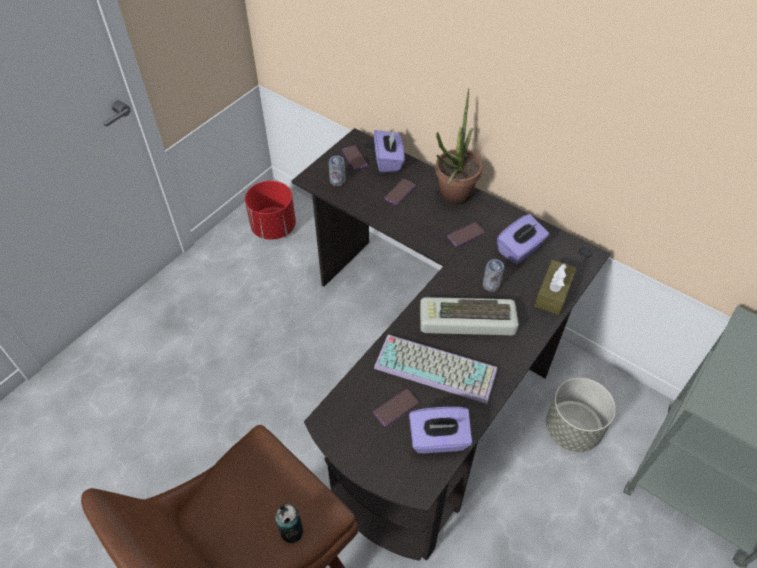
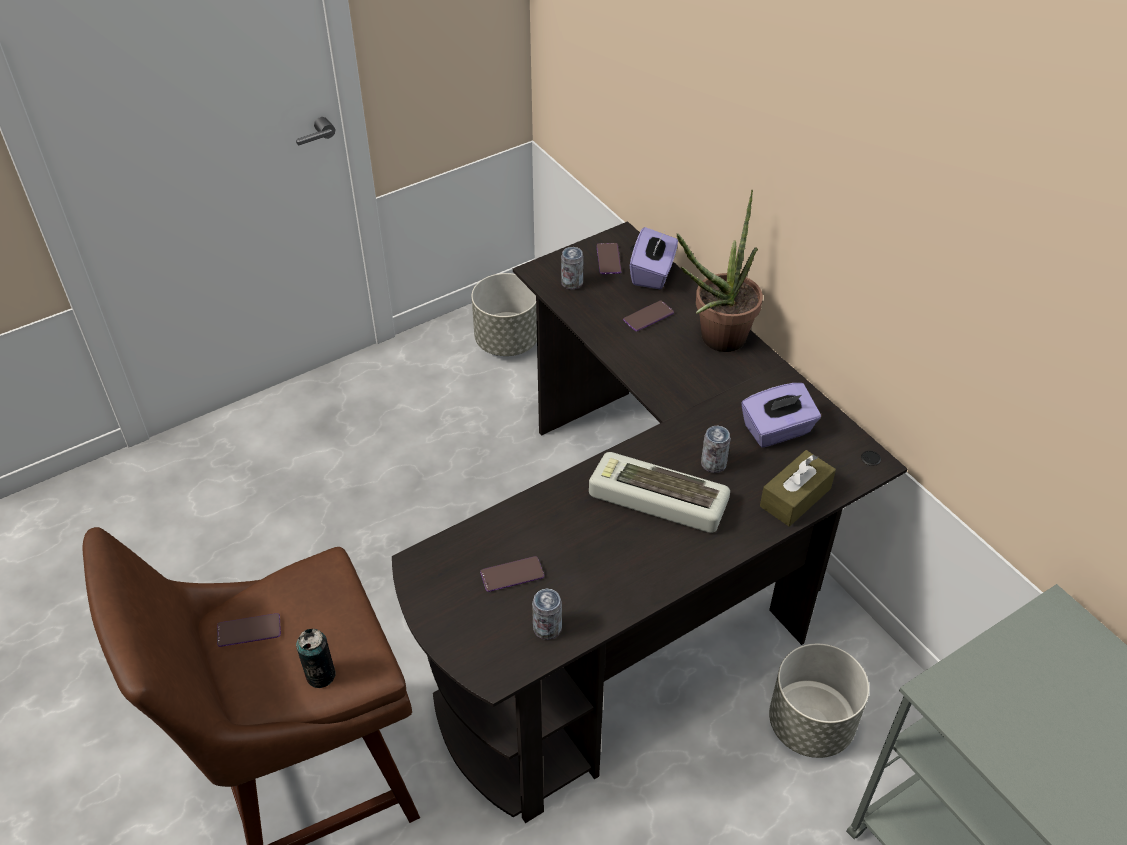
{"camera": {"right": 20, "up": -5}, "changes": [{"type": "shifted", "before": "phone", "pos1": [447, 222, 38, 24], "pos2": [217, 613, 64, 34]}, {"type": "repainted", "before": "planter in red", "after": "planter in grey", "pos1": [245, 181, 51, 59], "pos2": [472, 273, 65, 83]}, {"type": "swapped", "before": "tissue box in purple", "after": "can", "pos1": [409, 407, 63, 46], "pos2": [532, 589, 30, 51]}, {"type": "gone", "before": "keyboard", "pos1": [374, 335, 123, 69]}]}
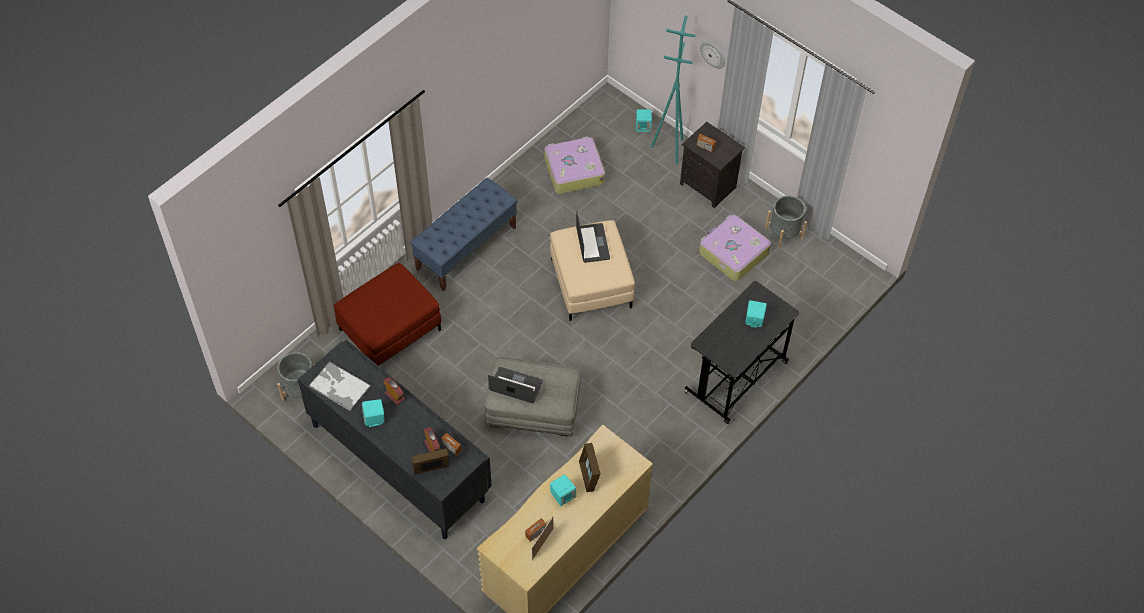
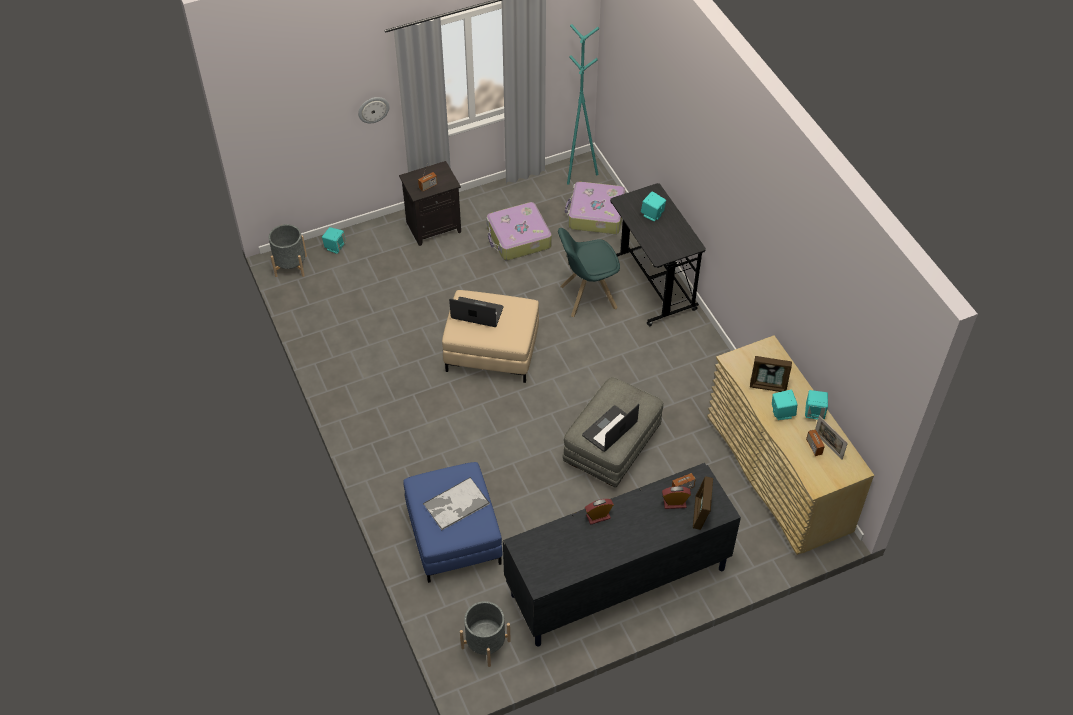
{"camera": {"right": -65, "up": -5}, "changes": [{"type": "shifted", "before": "planter in grey", "pos1": [765, 195, 42, 54], "pos2": [269, 224, 38, 53]}, {"type": "repainted", "before": "ottoman in red", "after": "ottoman in blue", "pos1": [334, 263, 107, 103], "pos2": [403, 462, 99, 121]}, {"type": "shifted", "before": "tray", "pos1": [308, 361, 63, 50], "pos2": [423, 477, 67, 54]}, {"type": "new", "after": "chair in turquoise", "pos2": [558, 228, 62, 89]}, {"type": "shifted", "before": "suitcase", "pos1": [544, 136, 61, 58], "pos2": [565, 182, 60, 52]}, {"type": "shifted", "before": "clothes rack in turquoise", "pos1": [651, 15, 45, 150], "pos2": [567, 24, 32, 161]}, {"type": "shifted", "before": "speaker in turquoise", "pos1": [362, 399, 22, 28], "pos2": [805, 390, 23, 29]}, {"type": "gone", "before": "bench in blue", "pos1": [410, 178, 108, 113]}]}
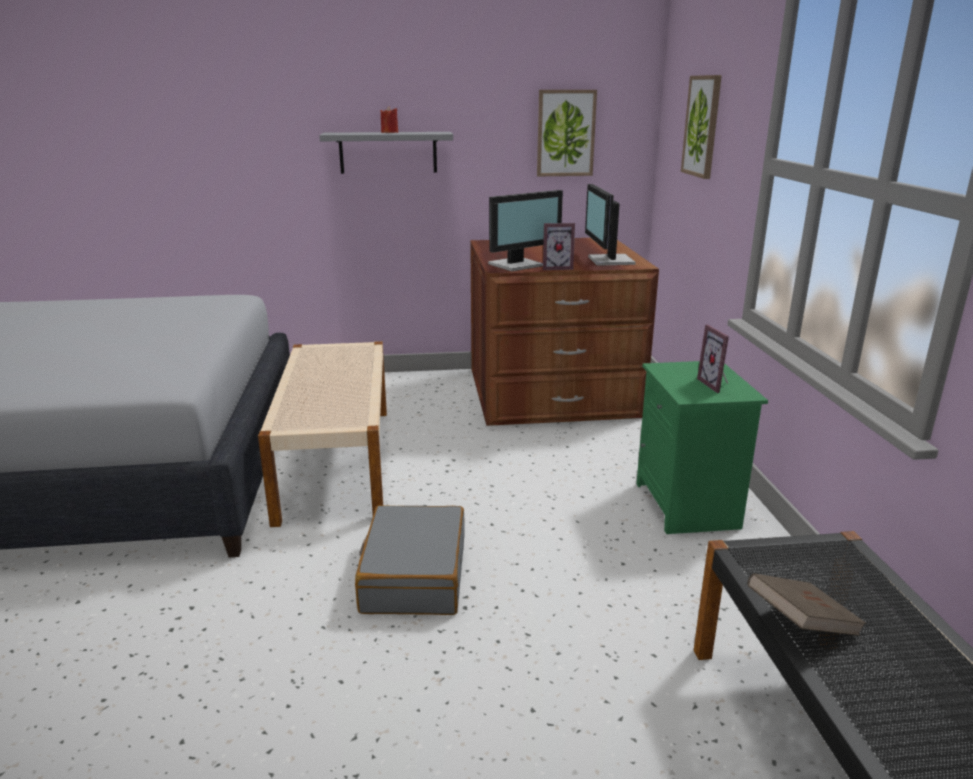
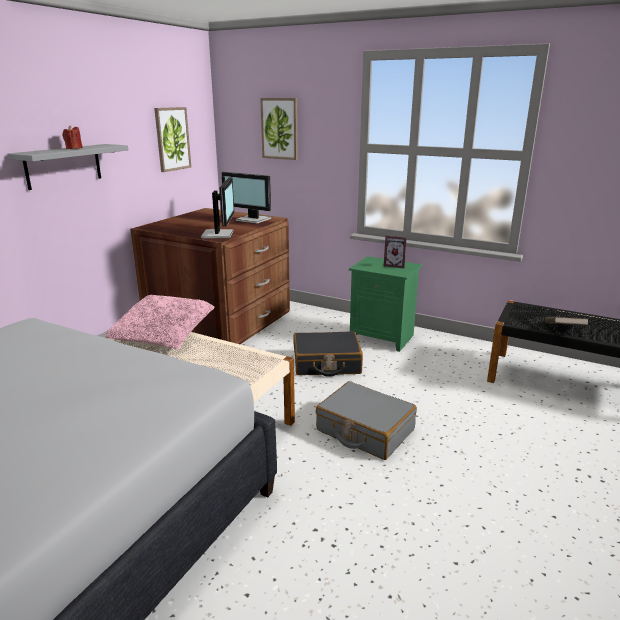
{"camera": {"right": -55, "up": 0}, "changes": [{"type": "new", "after": "pillow in pink", "pos2": [105, 295, 110, 55]}, {"type": "new", "after": "suitcase in black", "pos2": [294, 331, 69, 46]}, {"type": "gone", "before": "picture frame", "pos1": [543, 223, 32, 47]}]}
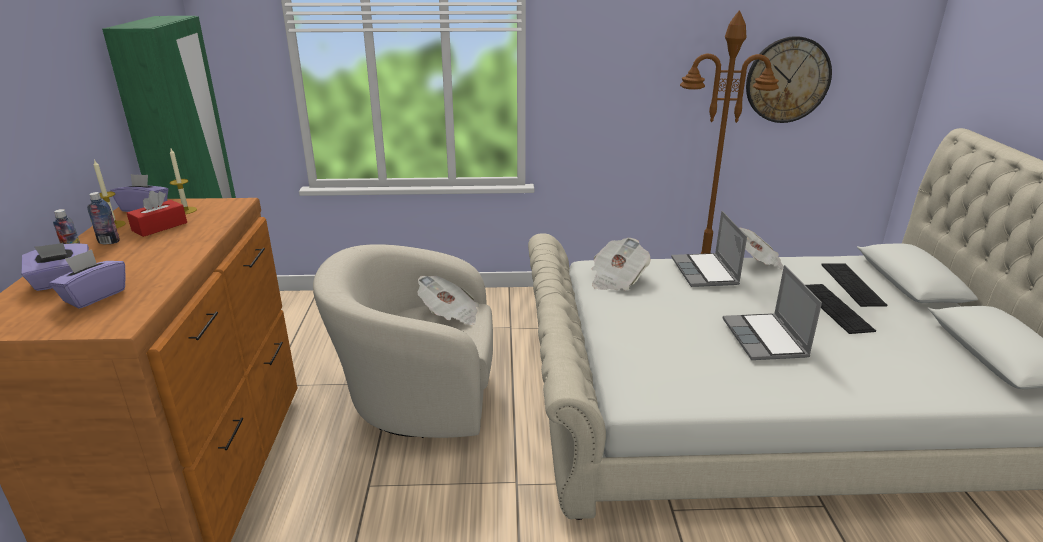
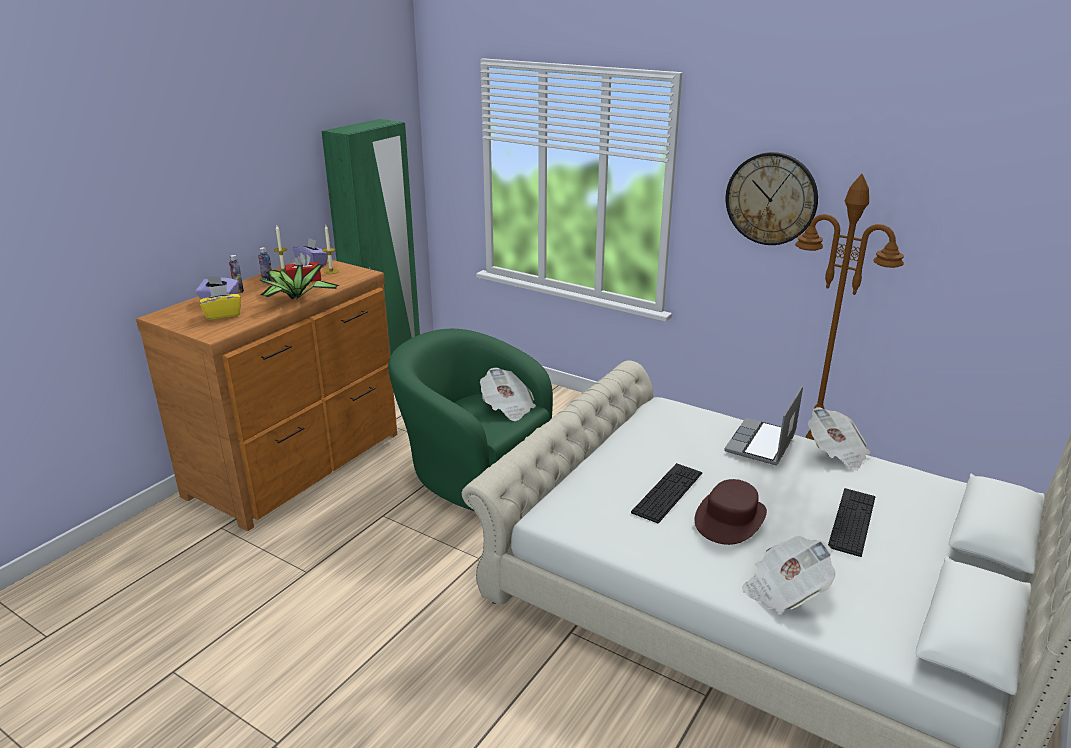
{"camera": {"right": 35, "up": 0}, "changes": [{"type": "repainted", "before": "tissue box in purple", "after": "tissue box in yellow", "pos1": [49, 249, 77, 60], "pos2": [200, 285, 41, 35]}, {"type": "new", "after": "potted plant", "pos2": [260, 264, 79, 35]}, {"type": "repainted", "before": "armchair in beige", "after": "armchair in green", "pos1": [313, 244, 180, 194], "pos2": [388, 329, 165, 182]}, {"type": "shifted", "before": "keyboard", "pos1": [821, 263, 67, 44], "pos2": [631, 463, 71, 60]}, {"type": "swapped", "before": "laptop", "after": "hat in brown", "pos1": [723, 265, 99, 95], "pos2": [695, 479, 72, 66]}, {"type": "shifted", "before": "wall clock", "pos1": [746, 36, 86, 87], "pos2": [726, 152, 92, 93]}, {"type": "shifted", "before": "newspaper", "pos1": [592, 238, 59, 53], "pos2": [742, 536, 94, 78]}]}
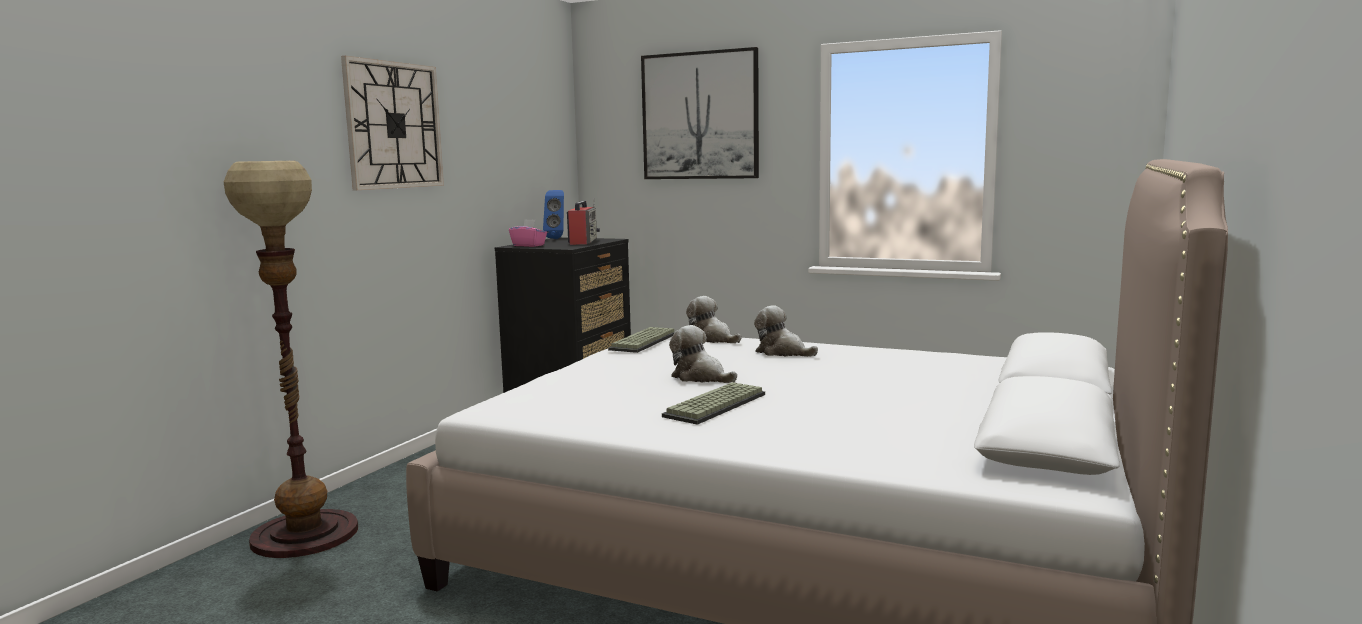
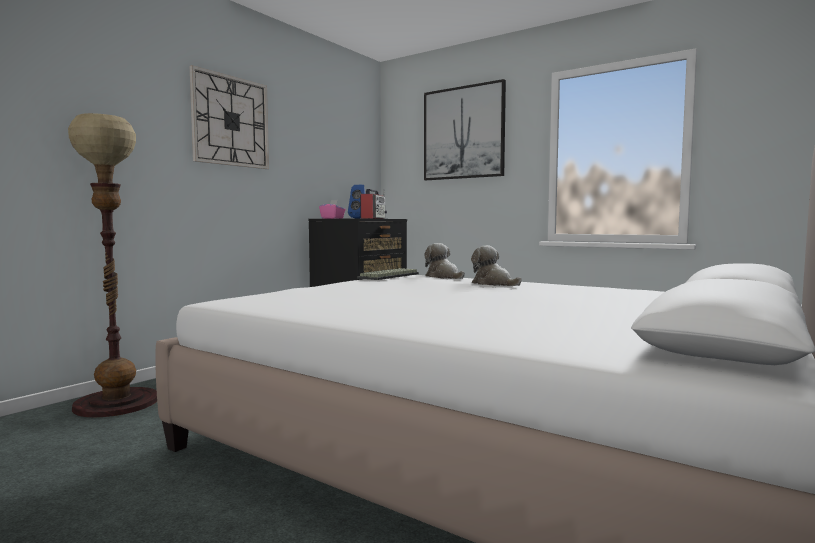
{"camera": {"right": 10, "up": -5}, "changes": [{"type": "gone", "before": "keyboard", "pos1": [662, 382, 103, 43]}, {"type": "gone", "before": "plush toy", "pos1": [669, 325, 68, 58]}]}
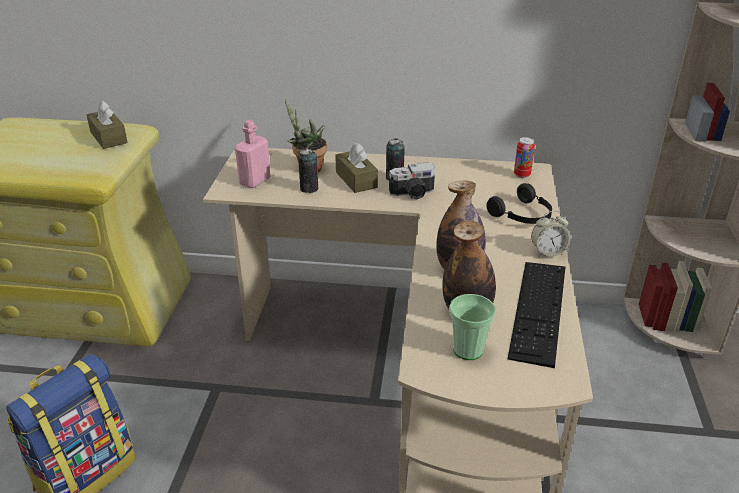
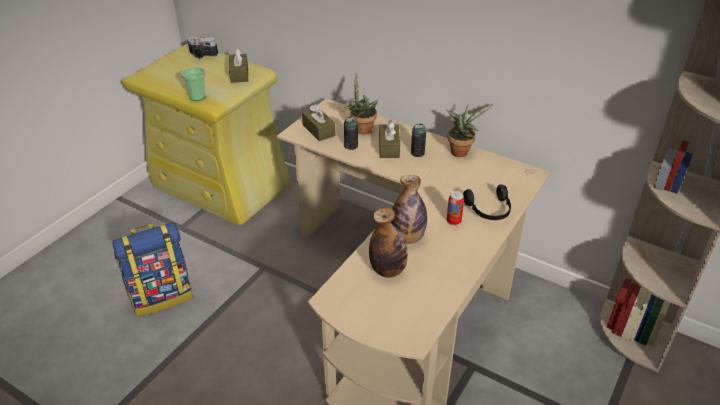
{"camera": {"right": 25, "up": 5}, "changes": [{"type": "shifted", "before": "cup", "pos1": [449, 294, 47, 66], "pos2": [181, 67, 24, 34]}, {"type": "shifted", "before": "photo camera", "pos1": [389, 162, 46, 38], "pos2": [188, 36, 30, 23]}, {"type": "swapped", "before": "bottle in pink", "after": "tissue box in brown", "pos1": [235, 120, 35, 68], "pos2": [302, 104, 34, 37]}, {"type": "new", "after": "potted plant", "pos2": [446, 104, 48, 53]}, {"type": "shifted", "before": "can", "pos1": [514, 137, 21, 41], "pos2": [447, 191, 17, 34]}, {"type": "gone", "before": "keyboard", "pos1": [508, 262, 57, 106]}, {"type": "gone", "before": "alarm clock", "pos1": [531, 211, 40, 46]}]}
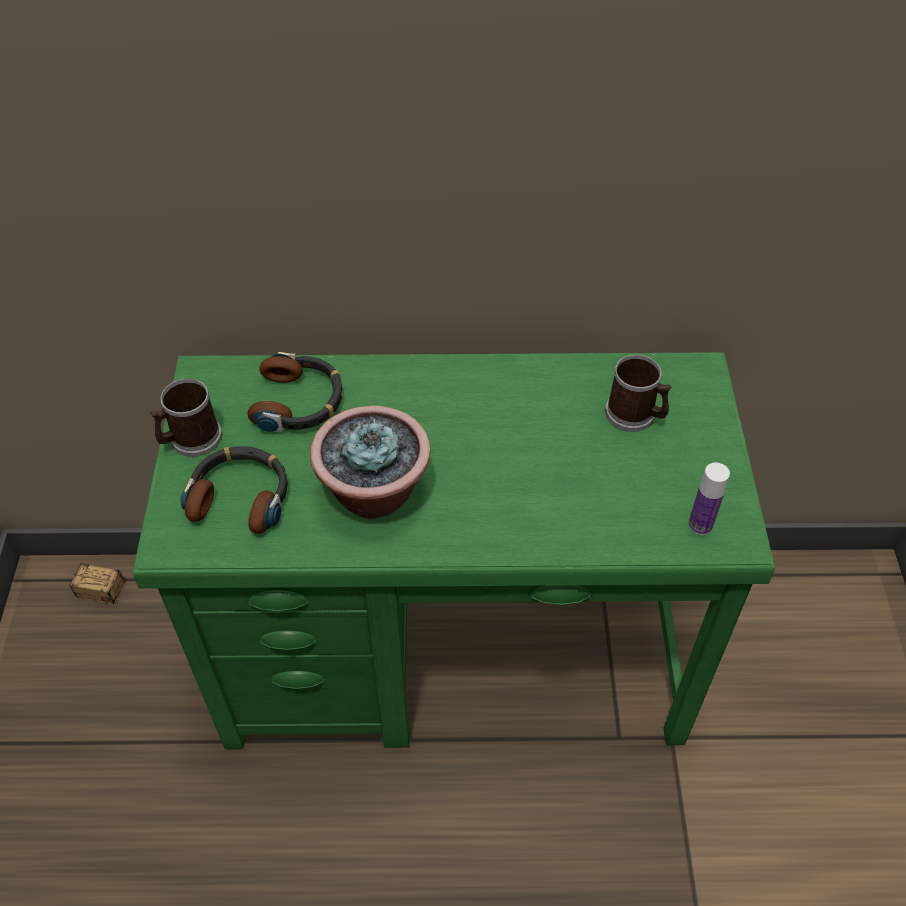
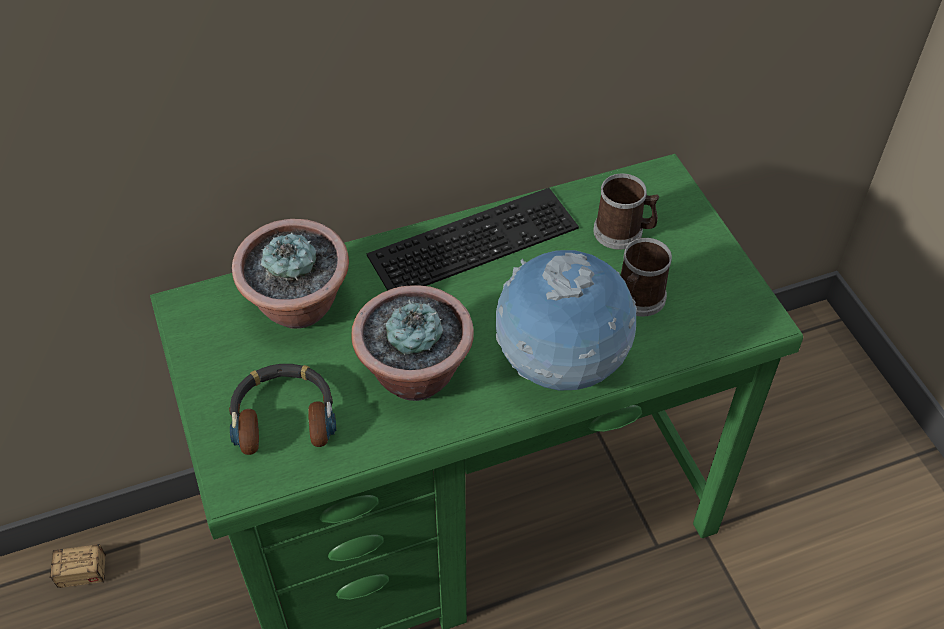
{"camera": {"right": -20, "up": 0}, "changes": [{"type": "swapped", "before": "headphones", "after": "potted plant", "pos1": [247, 352, 96, 80], "pos2": [232, 219, 117, 110]}, {"type": "new", "after": "keyboard", "pos2": [367, 188, 212, 103]}, {"type": "new", "after": "globe", "pos2": [496, 250, 141, 140]}, {"type": "shifted", "before": "mug", "pos1": [150, 378, 72, 79], "pos2": [620, 238, 52, 79]}, {"type": "gone", "before": "bottle", "pos1": [688, 463, 42, 72]}]}
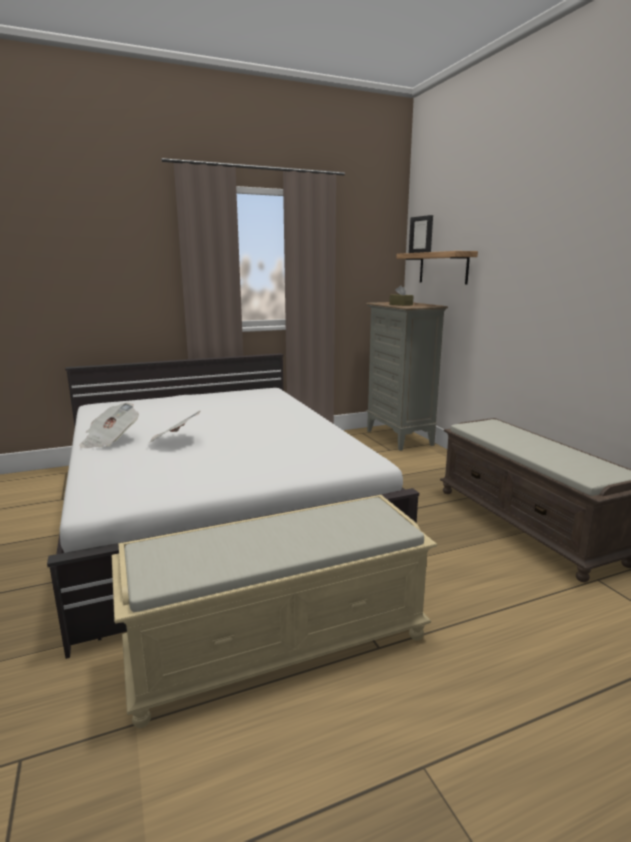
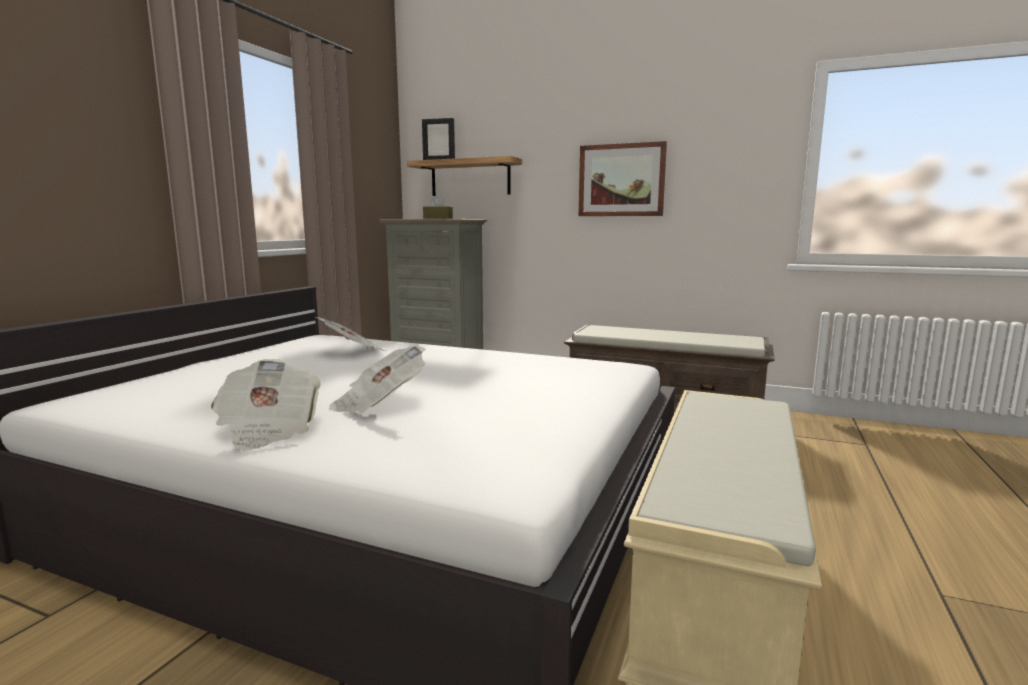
{"camera": {"right": -45, "up": -5}, "changes": [{"type": "new", "after": "newspaper", "pos2": [316, 317, 70, 34]}, {"type": "new", "after": "picture", "pos2": [579, 141, 88, 75]}]}
